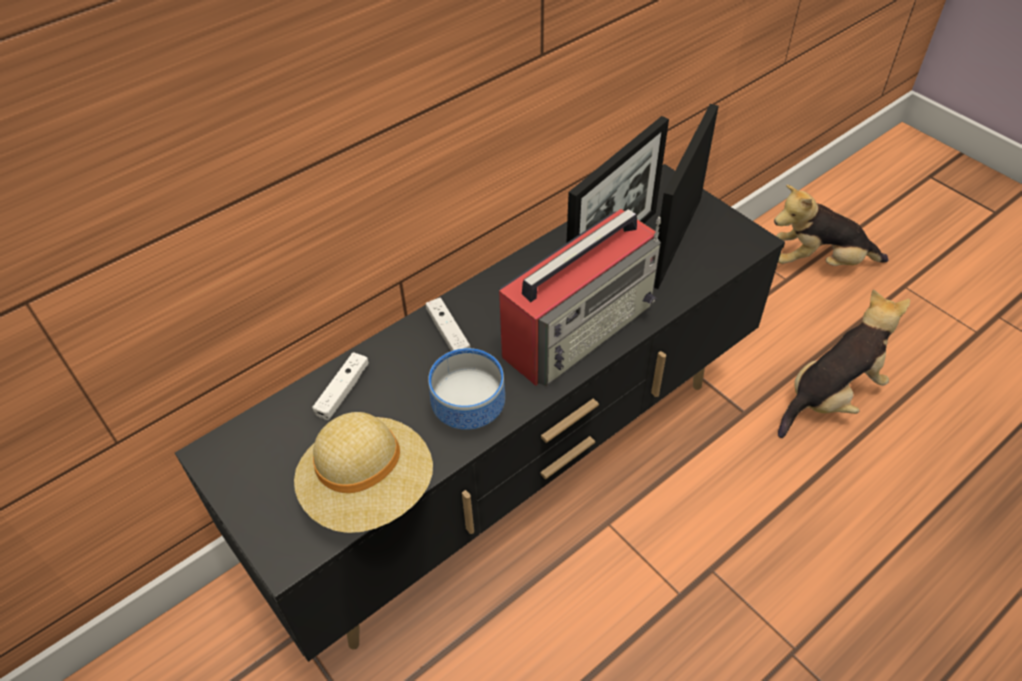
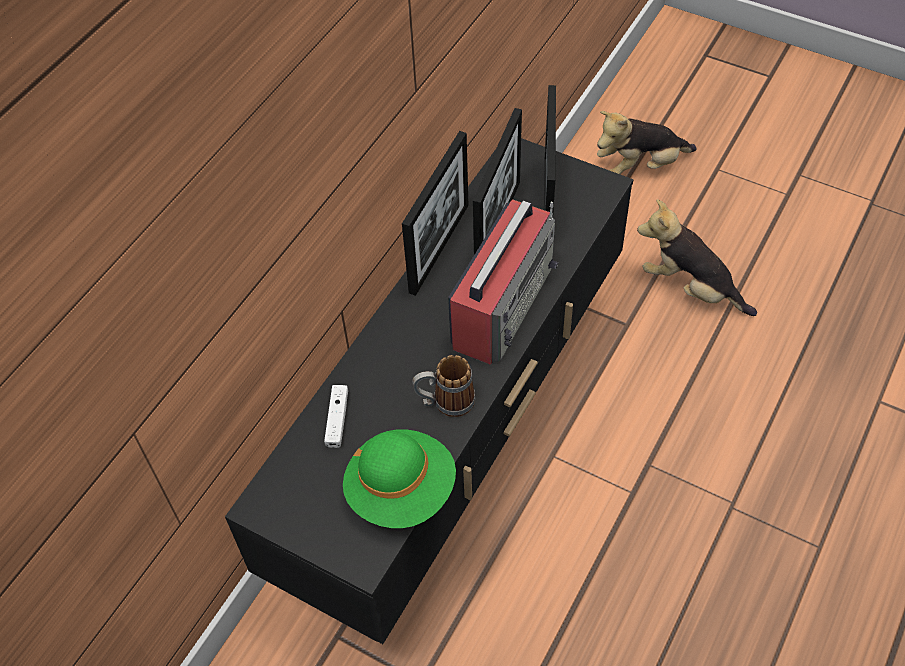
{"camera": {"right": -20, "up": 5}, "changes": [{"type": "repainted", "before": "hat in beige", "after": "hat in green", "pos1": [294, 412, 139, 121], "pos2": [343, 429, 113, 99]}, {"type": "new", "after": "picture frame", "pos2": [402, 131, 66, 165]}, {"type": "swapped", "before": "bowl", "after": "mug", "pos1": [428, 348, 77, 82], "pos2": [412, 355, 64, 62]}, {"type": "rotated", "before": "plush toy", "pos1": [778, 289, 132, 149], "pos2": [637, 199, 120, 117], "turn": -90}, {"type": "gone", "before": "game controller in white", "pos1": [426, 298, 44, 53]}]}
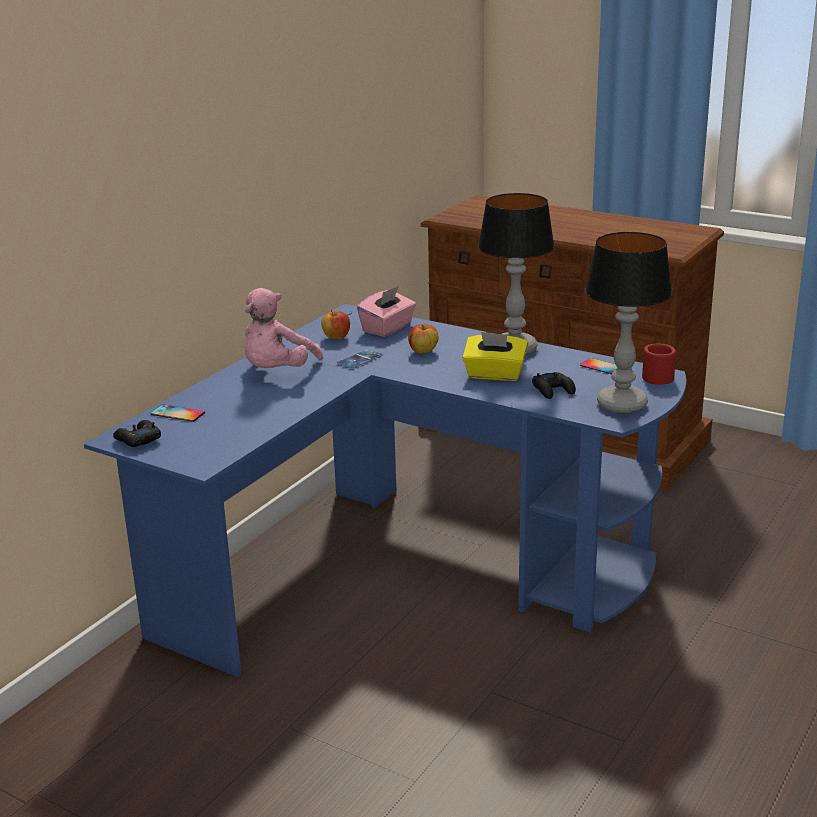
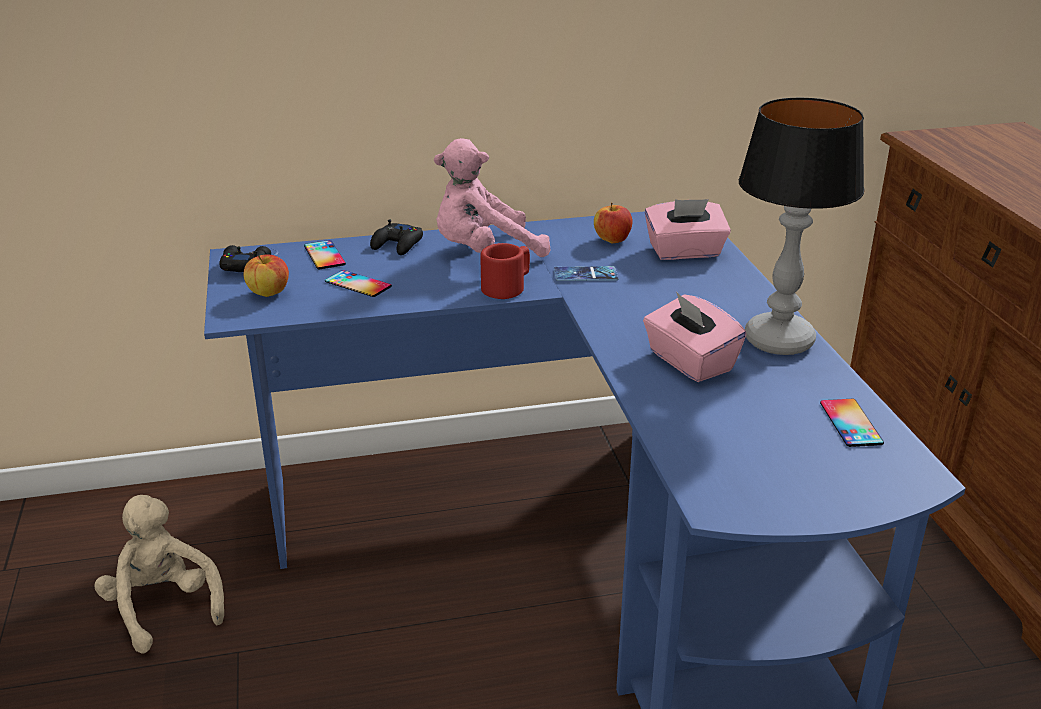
{"camera": {"right": 45, "up": 5}, "changes": [{"type": "new", "after": "plush toy in beige", "pos2": [95, 495, 129, 159]}, {"type": "shifted", "before": "apple", "pos1": [408, 324, 31, 30], "pos2": [244, 255, 45, 42]}, {"type": "new", "after": "phone", "pos2": [325, 270, 67, 27]}, {"type": "shifted", "before": "game controller in black", "pos1": [532, 372, 44, 27], "pos2": [370, 220, 53, 35]}, {"type": "shifted", "before": "mug in red", "pos1": [642, 344, 34, 41], "pos2": [480, 243, 50, 56]}, {"type": "repainted", "before": "tissue box in yellow", "after": "tissue box in pink", "pos1": [463, 332, 65, 49], "pos2": [643, 292, 104, 90]}, {"type": "gone", "before": "table lamp", "pos1": [585, 232, 87, 181]}]}
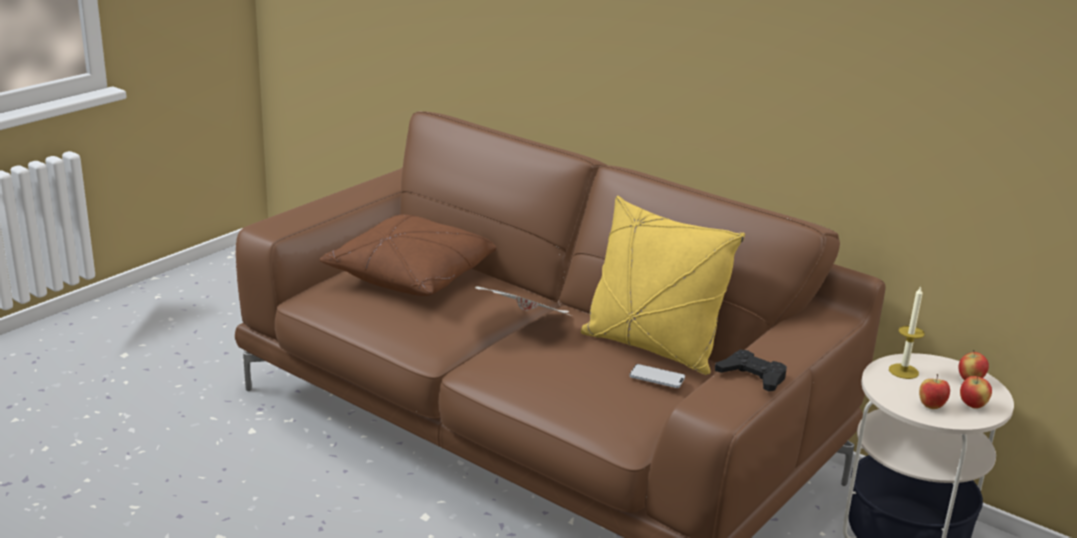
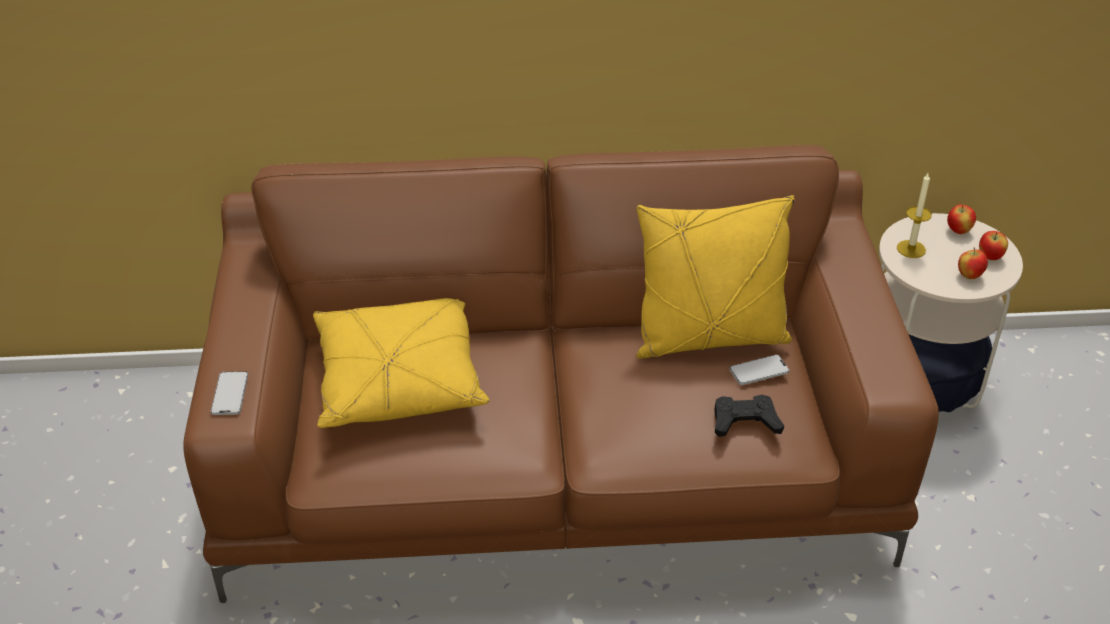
{"camera": {"right": -40, "up": 15}, "changes": [{"type": "new", "after": "phone", "pos2": [211, 371, 37, 44]}, {"type": "repainted", "before": "pillow in brown", "after": "pillow in yellow", "pos1": [320, 215, 177, 81], "pos2": [313, 298, 176, 130]}, {"type": "shifted", "before": "game controller in black", "pos1": [715, 349, 72, 43], "pos2": [714, 395, 70, 42]}, {"type": "gone", "before": "newspaper", "pos1": [475, 286, 97, 30]}]}
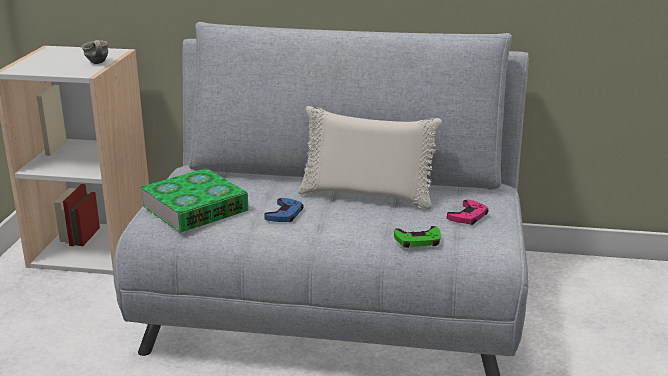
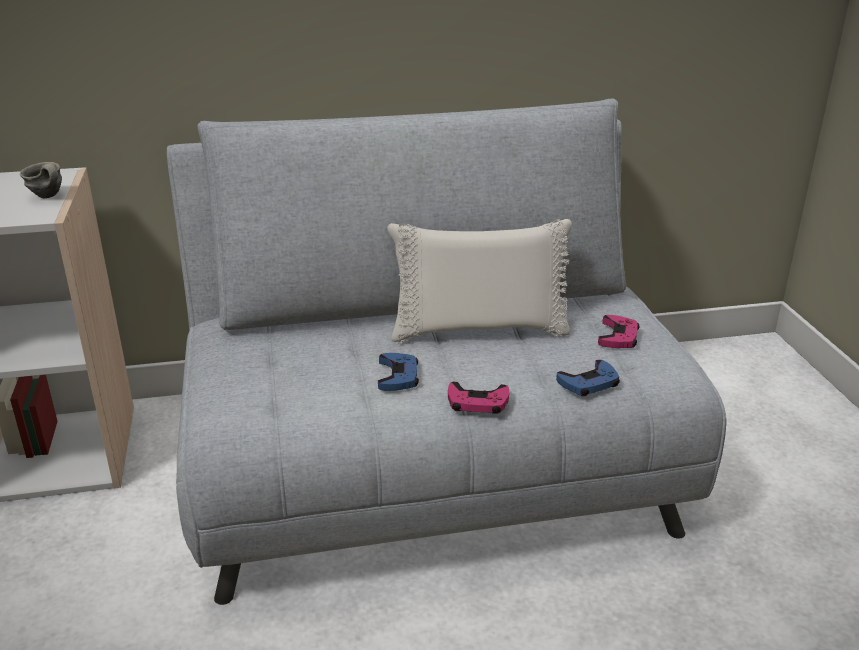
{"camera": {"right": -20, "up": 5}, "changes": [{"type": "new", "after": "game controller in pink", "pos2": [448, 381, 61, 33]}, {"type": "repainted", "before": "game controller in green", "after": "game controller in blue", "pos1": [394, 226, 47, 22], "pos2": [556, 360, 64, 36]}, {"type": "gone", "before": "book", "pos1": [140, 168, 109, 65]}]}
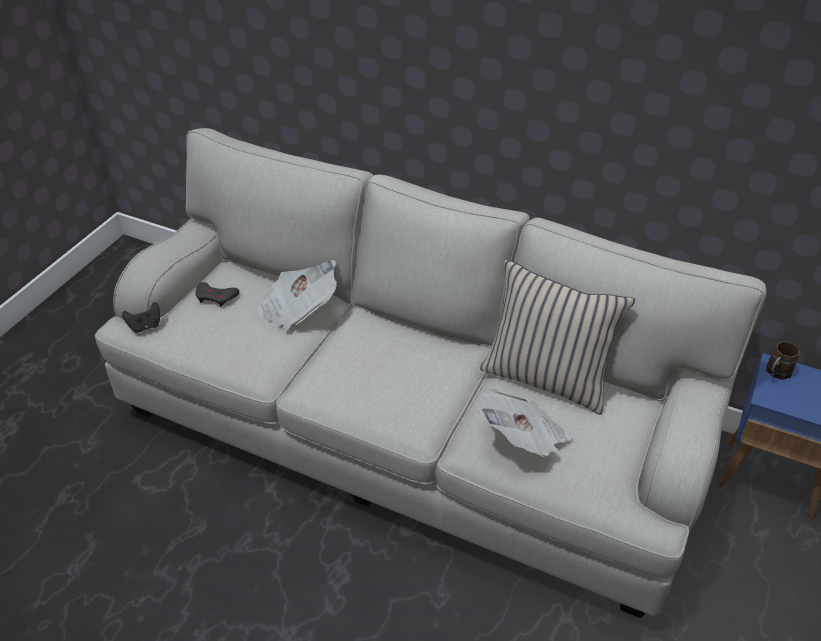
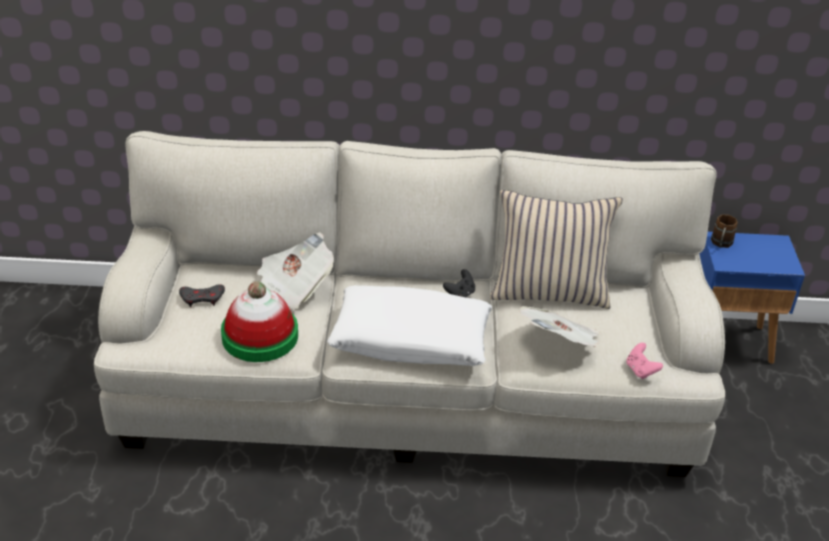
{"camera": {"right": -25, "up": -5}, "changes": [{"type": "new", "after": "hat", "pos2": [221, 281, 77, 81]}, {"type": "new", "after": "pillow in white", "pos2": [327, 285, 165, 81]}, {"type": "shifted", "before": "game controller in black", "pos1": [122, 302, 38, 31], "pos2": [443, 269, 32, 28]}, {"type": "new", "after": "game controller in pink", "pos2": [626, 343, 37, 36]}]}
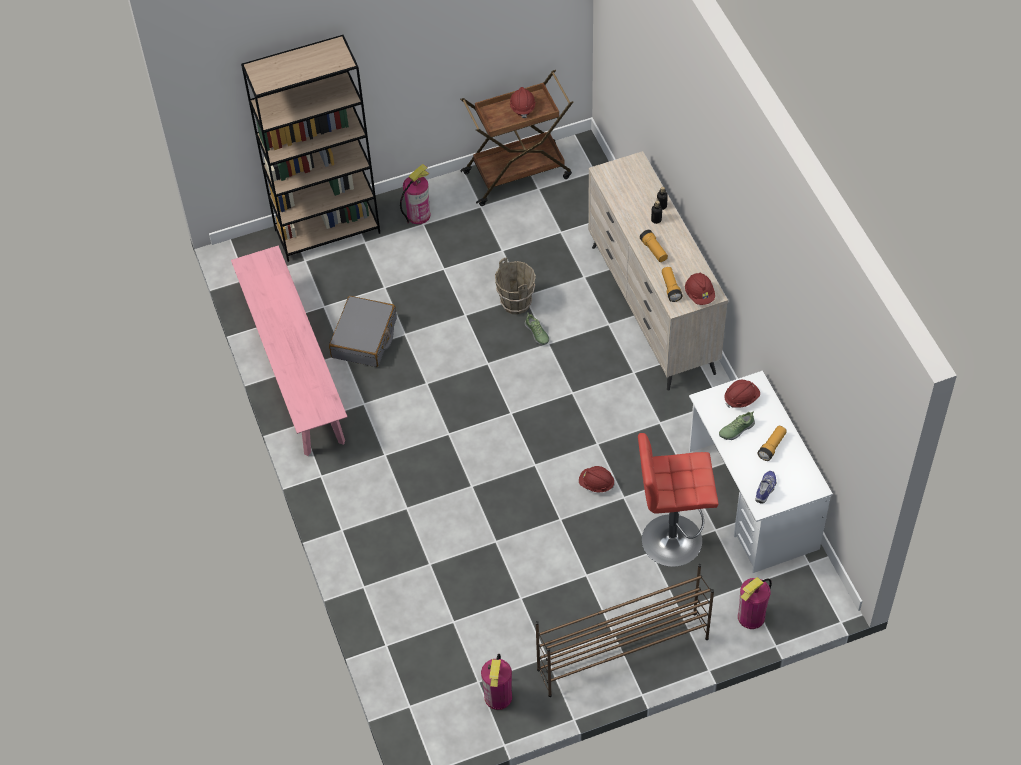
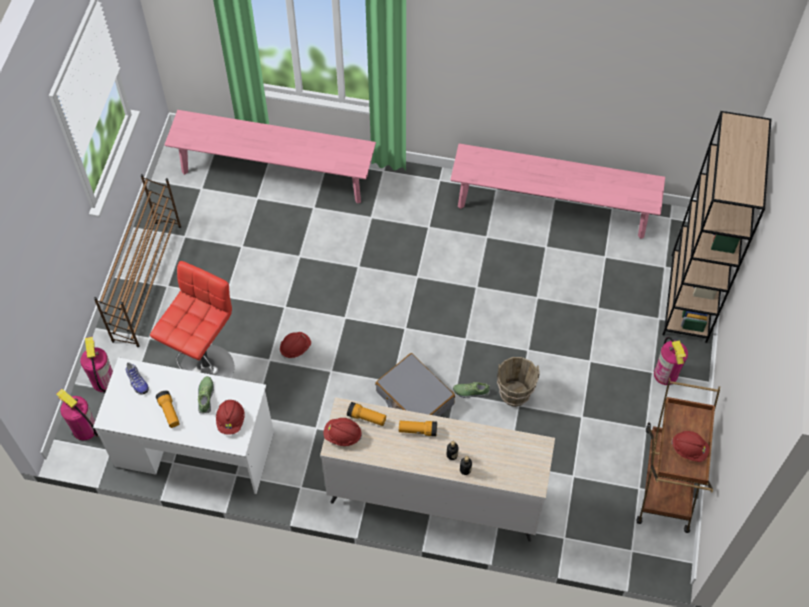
{"camera": {"right": 120, "up": 5}, "changes": [{"type": "shifted", "before": "fire extinguisher", "pos1": [481, 654, 31, 56], "pos2": [56, 389, 42, 51]}, {"type": "new", "after": "bench in pink", "pos2": [164, 110, 212, 94]}, {"type": "shifted", "before": "suitcase in grey", "pos1": [329, 296, 68, 71], "pos2": [375, 353, 80, 64]}]}
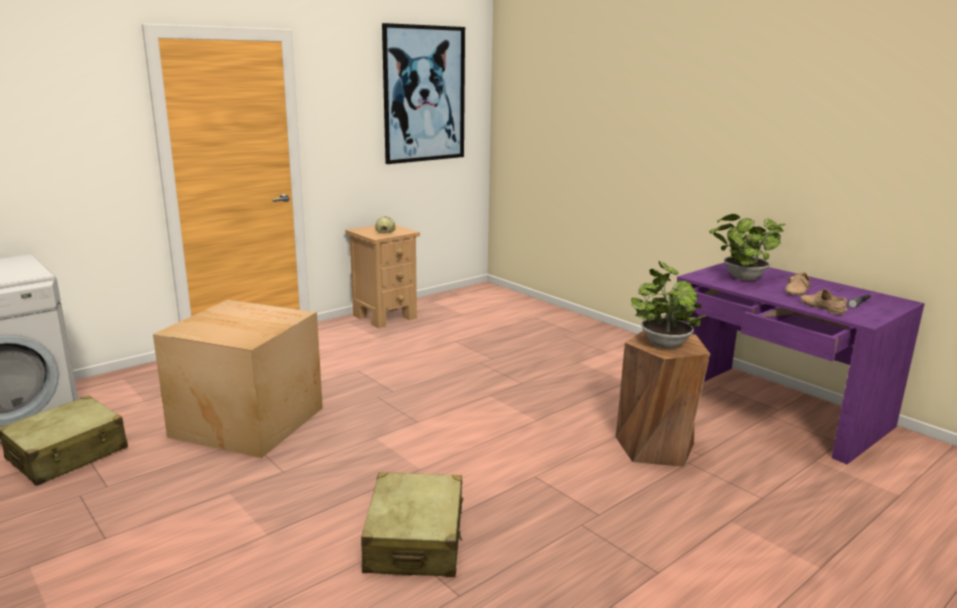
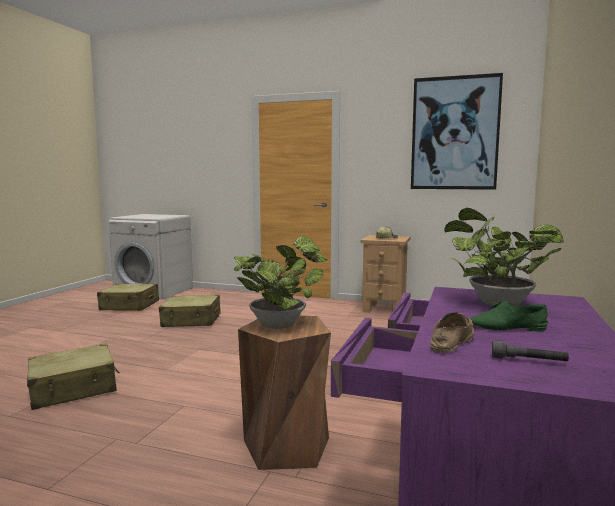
{"camera": {"right": 60, "up": -10}, "changes": [{"type": "swapped", "before": "cardboard box", "after": "suitcase in beige", "pos1": [153, 300, 170, 158], "pos2": [159, 295, 62, 32]}, {"type": "repainted", "before": "shoe in beige", "after": "shoe in green", "pos1": [785, 272, 25, 24], "pos2": [470, 299, 78, 33]}]}
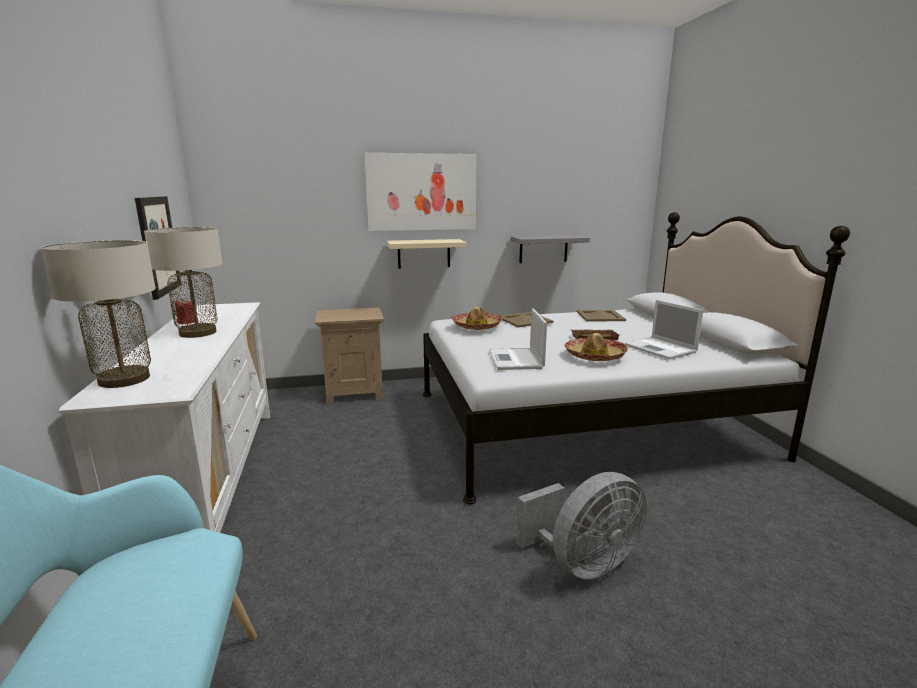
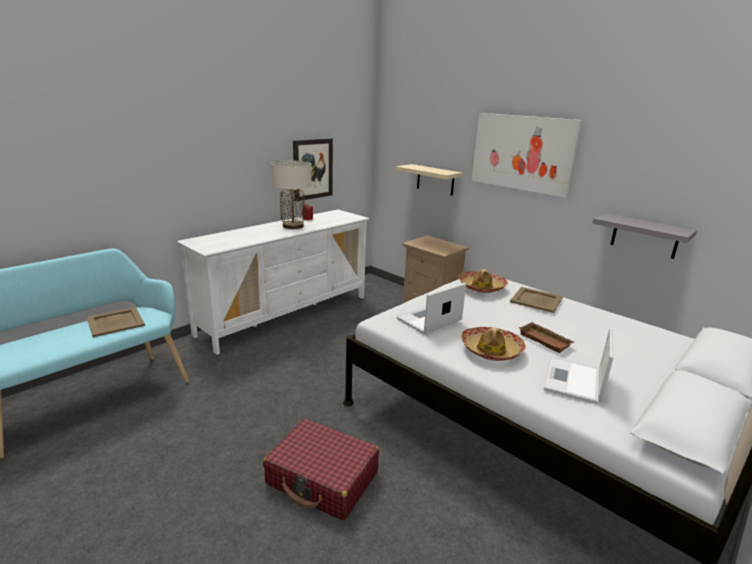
{"camera": {"right": 55, "up": 5}, "changes": [{"type": "shifted", "before": "tray in beige", "pos1": [577, 310, 49, 11], "pos2": [87, 307, 58, 30]}, {"type": "swapped", "before": "fan in grey", "after": "suitcase in red", "pos1": [516, 472, 131, 107], "pos2": [263, 419, 116, 101]}, {"type": "shifted", "before": "shelf in beige", "pos1": [387, 239, 80, 30], "pos2": [396, 164, 67, 32]}, {"type": "gone", "before": "table lamp", "pos1": [41, 240, 115, 148]}]}
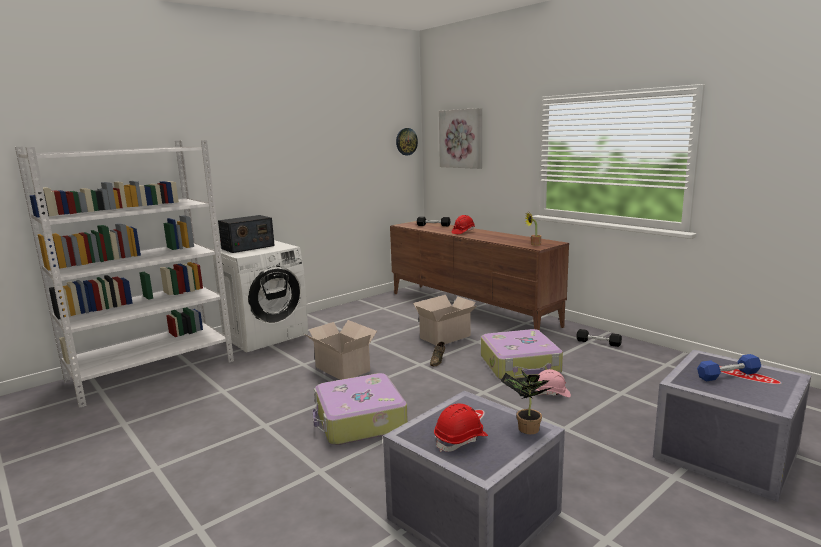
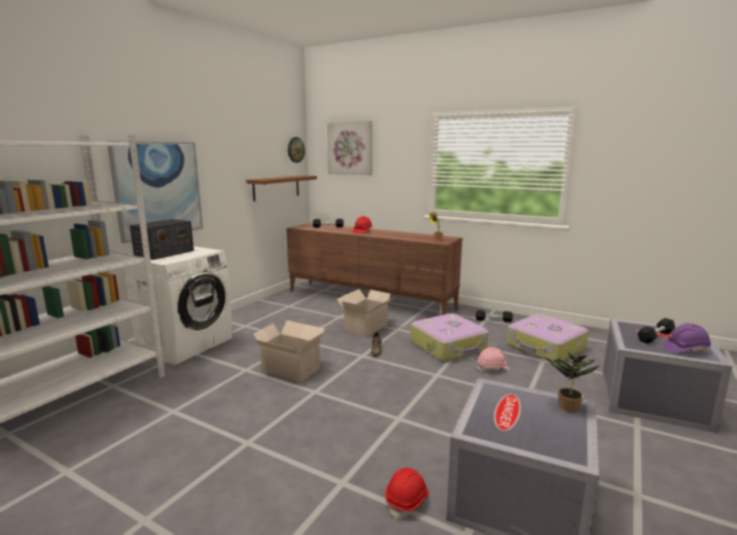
{"camera": {"right": -20, "up": 0}, "changes": [{"type": "new", "after": "picture", "pos2": [107, 141, 96, 102]}, {"type": "new", "after": "shelf in brown", "pos2": [246, 175, 71, 27]}, {"type": "shifted", "before": "hard hat in red", "pos1": [434, 404, 54, 48], "pos2": [385, 468, 44, 51]}, {"type": "shifted", "before": "suitcase", "pos1": [313, 373, 95, 72], "pos2": [507, 314, 82, 47]}, {"type": "repainted", "before": "dumbbell in blue", "after": "dumbbell in black", "pos1": [697, 354, 64, 27], "pos2": [637, 318, 39, 26]}, {"type": "new", "after": "hard hat in purple", "pos2": [663, 323, 48, 30]}]}
